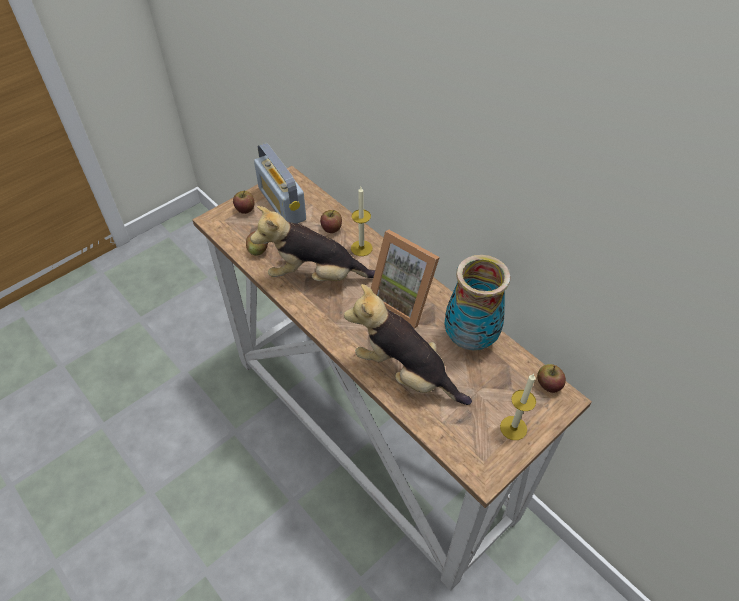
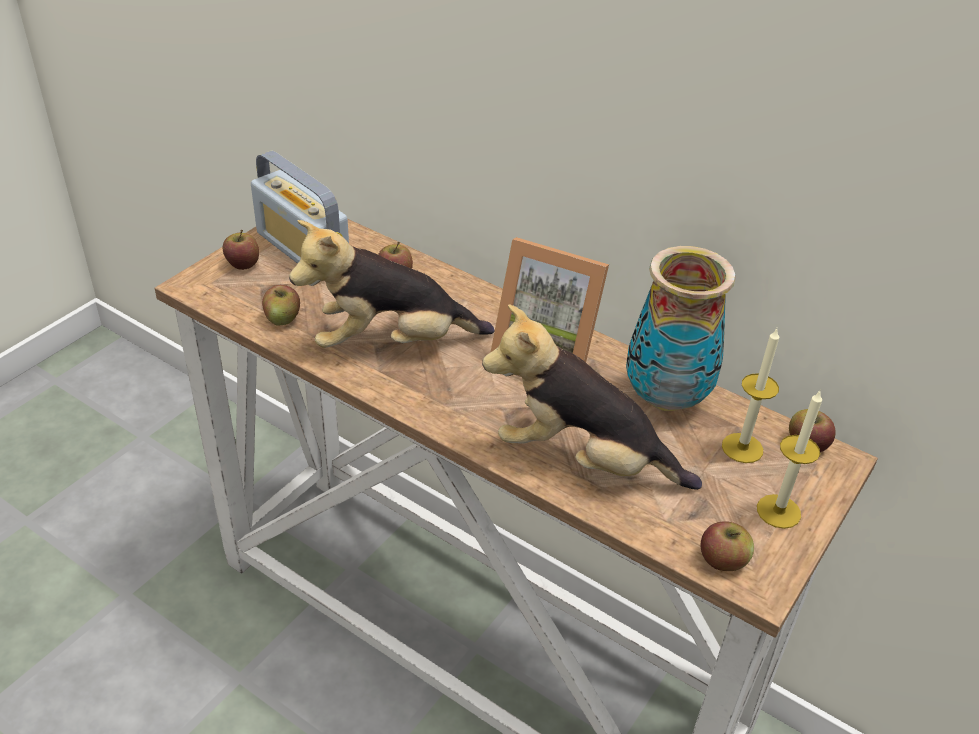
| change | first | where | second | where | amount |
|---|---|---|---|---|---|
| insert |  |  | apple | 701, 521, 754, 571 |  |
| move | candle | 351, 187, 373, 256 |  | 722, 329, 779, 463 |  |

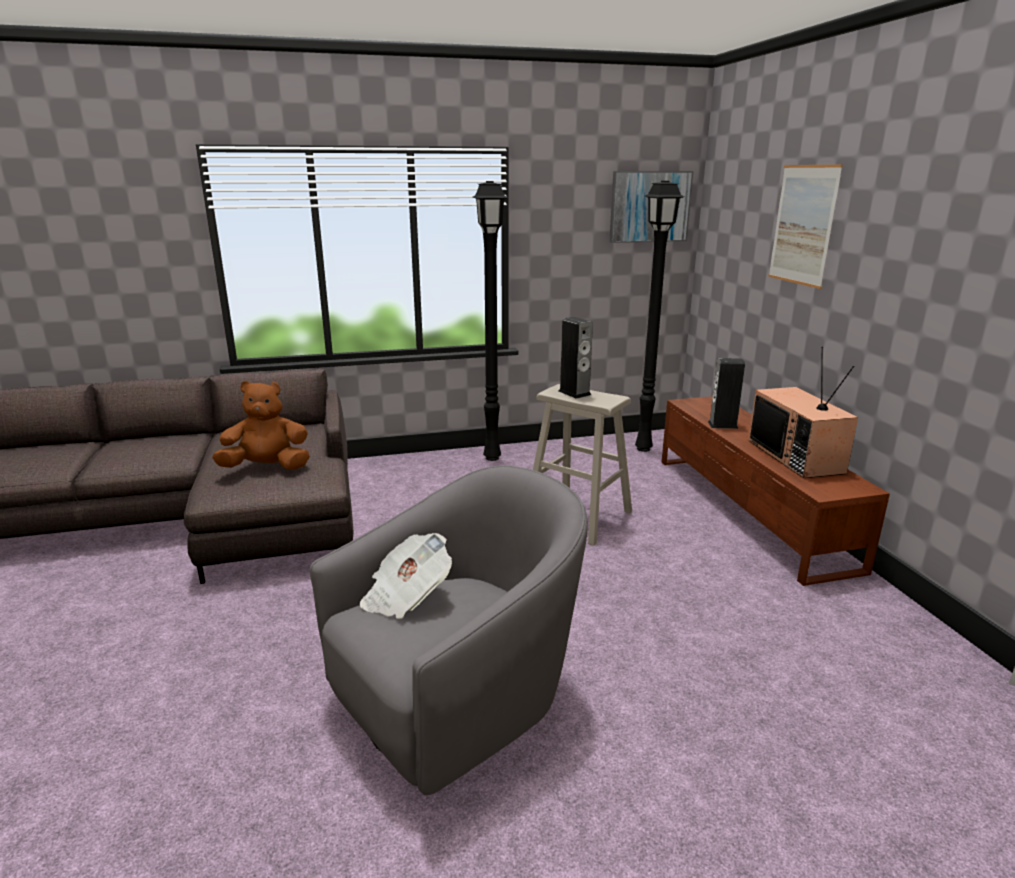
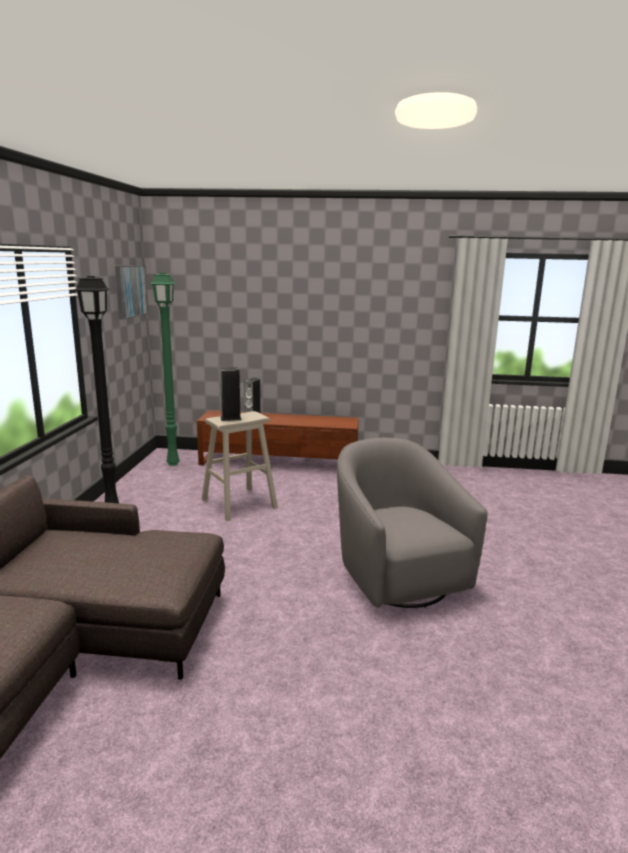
| change | first | where | second | where | amount |
|---|---|---|---|---|---|
| recolor | black floor lamp | 635, 181, 684, 452 | green floor lamp | 150, 273, 180, 466 |  |
| delete | brown plush toy | 212, 381, 310, 470 |  |  |  |
| delete | newspaper | 360, 533, 452, 619 |  |  |  |
| delete | television | 749, 346, 858, 478 |  |  |  |
| delete | picture | 768, 164, 843, 289 |  |  |  |

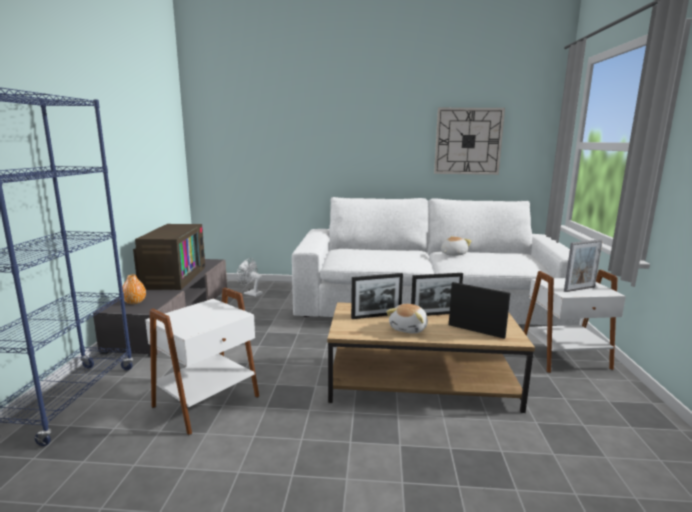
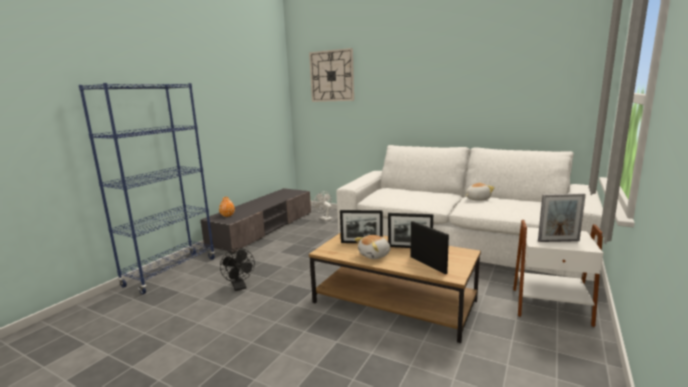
| change | first | where | second | where | amount |
|---|---|---|---|---|---|
| replace | white side table | 145, 288, 259, 435 | black fan | 220, 248, 255, 291 |  |
| move | wall clock | 434, 108, 505, 175 |  | 309, 48, 354, 102 |  |
| delete | television | 133, 224, 205, 290 |  |  |  |

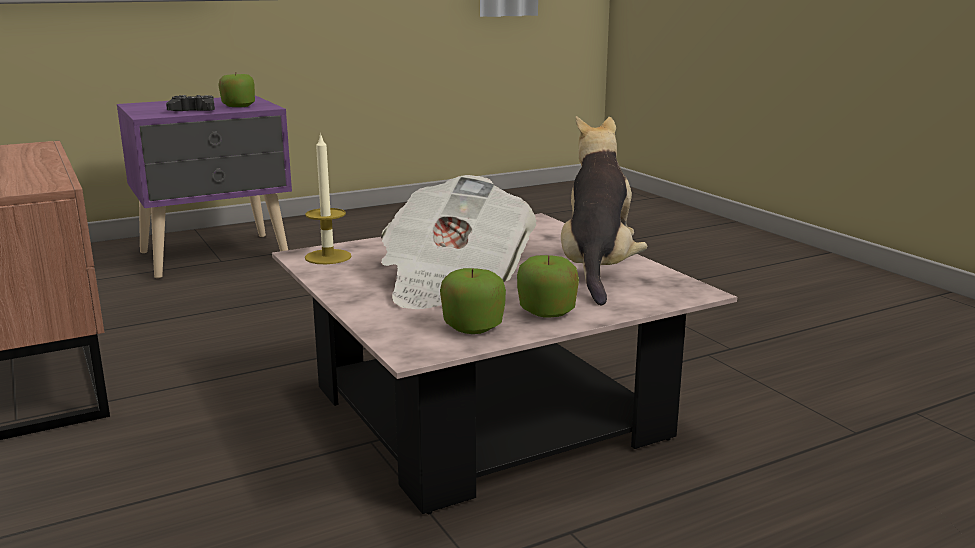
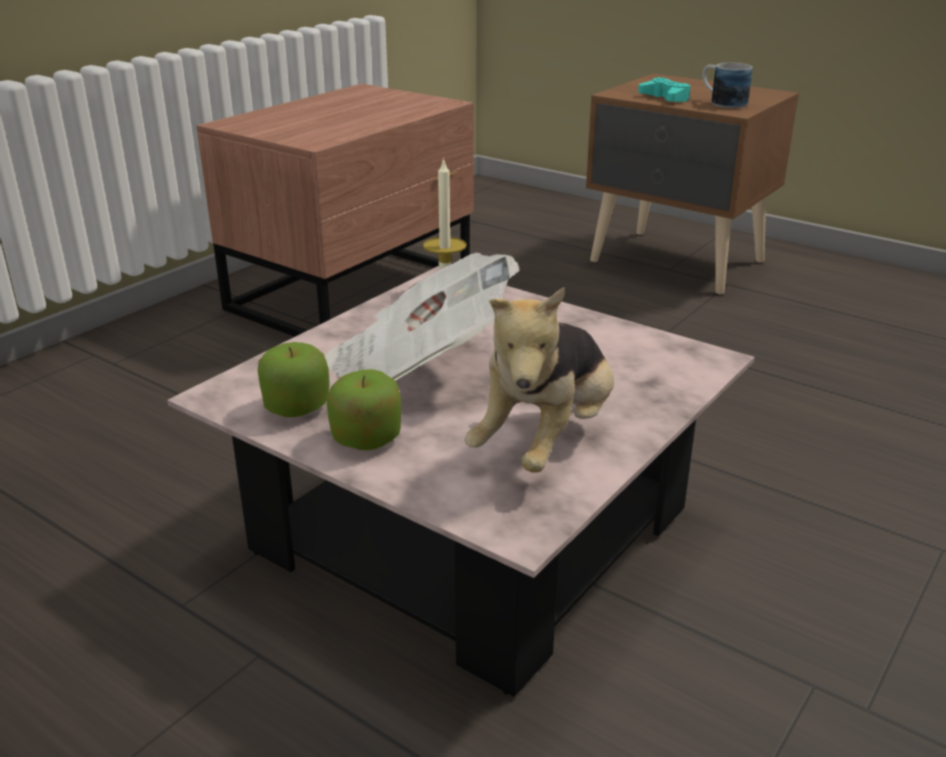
| change | first | where | second | where | amount |
|---|---|---|---|---|---|
| rotate | plush toy | 561, 116, 647, 306 |  | 464, 287, 614, 473 | 135 degrees clockwise |
| recolor | purple nightstand | 117, 95, 292, 278 | brown nightstand | 586, 73, 799, 294 |  |
| recolor | black game controller | 166, 95, 215, 111 | turquoise game controller | 638, 77, 690, 102 |  |
| replace | apple | 218, 73, 255, 107 | mug | 703, 63, 752, 108 |  |

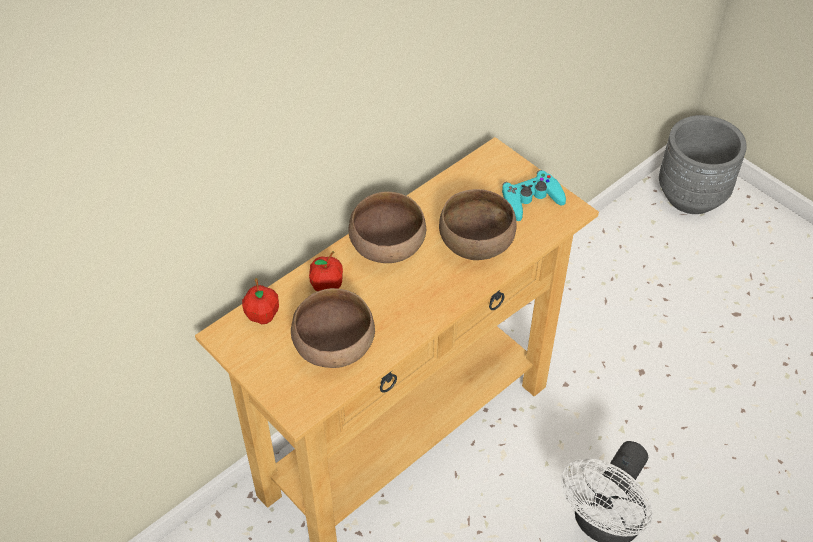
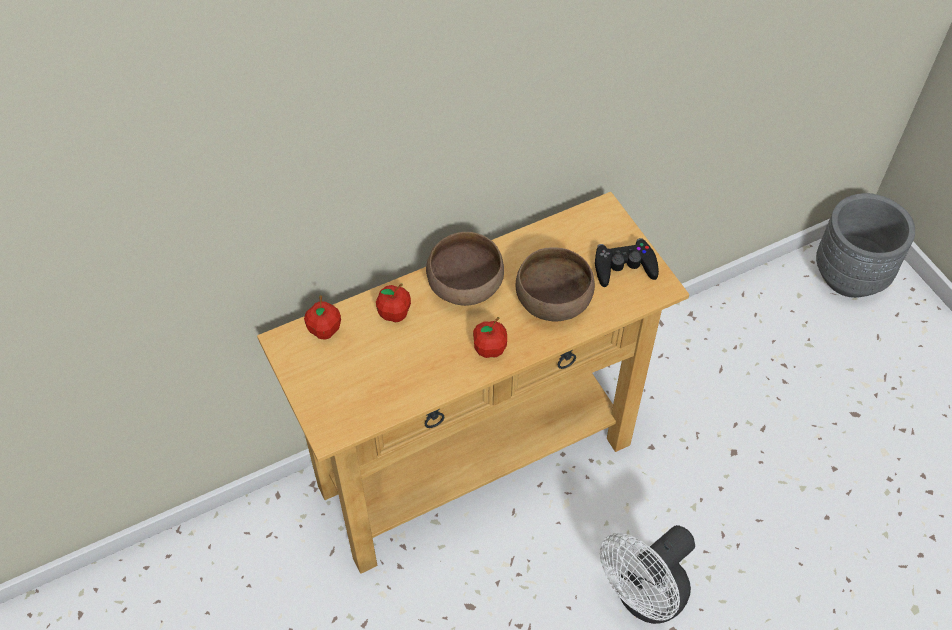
| change | first | where | second | where | amount |
|---|---|---|---|---|---|
| insert |  |  | apple | 473, 317, 507, 358 |  |
| recolor | turquoise game controller | 502, 170, 566, 221 | black game controller | 595, 238, 659, 287 |  |
| delete | brown bowl | 291, 288, 375, 368 |  |  |  |

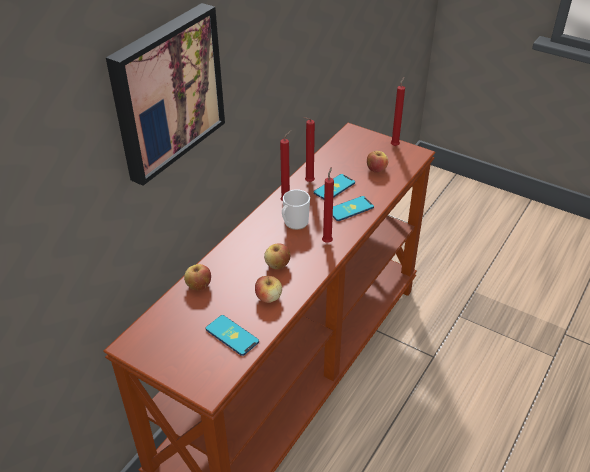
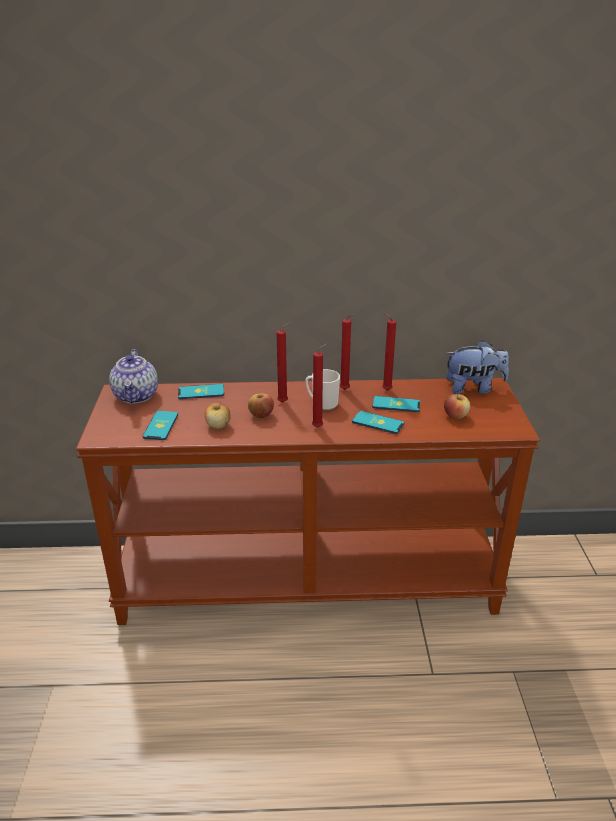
| change | first | where | second | where | amount |
|---|---|---|---|---|---|
| insert |  |  | teapot | 109, 349, 158, 403 |  |
| replace | apple | 184, 264, 211, 290 | phone | 178, 384, 224, 399 |  |
| move | red candle | 391, 77, 405, 146 |  | 276, 322, 291, 403 |  |
| insert |  |  | plush toy | 445, 340, 509, 394 |  |
| delete | picture | 106, 3, 225, 186 |  |  |  |

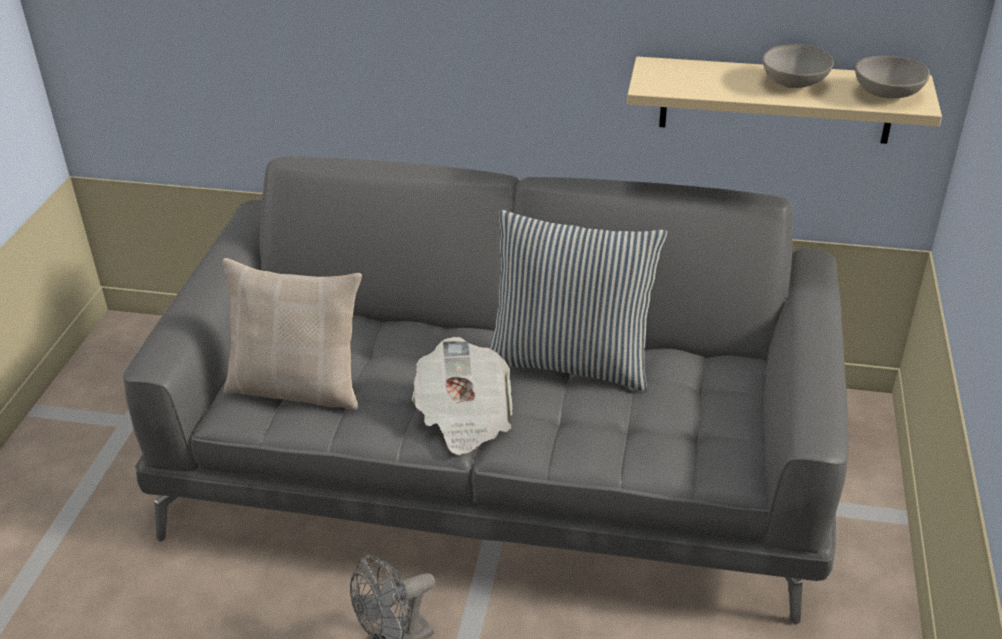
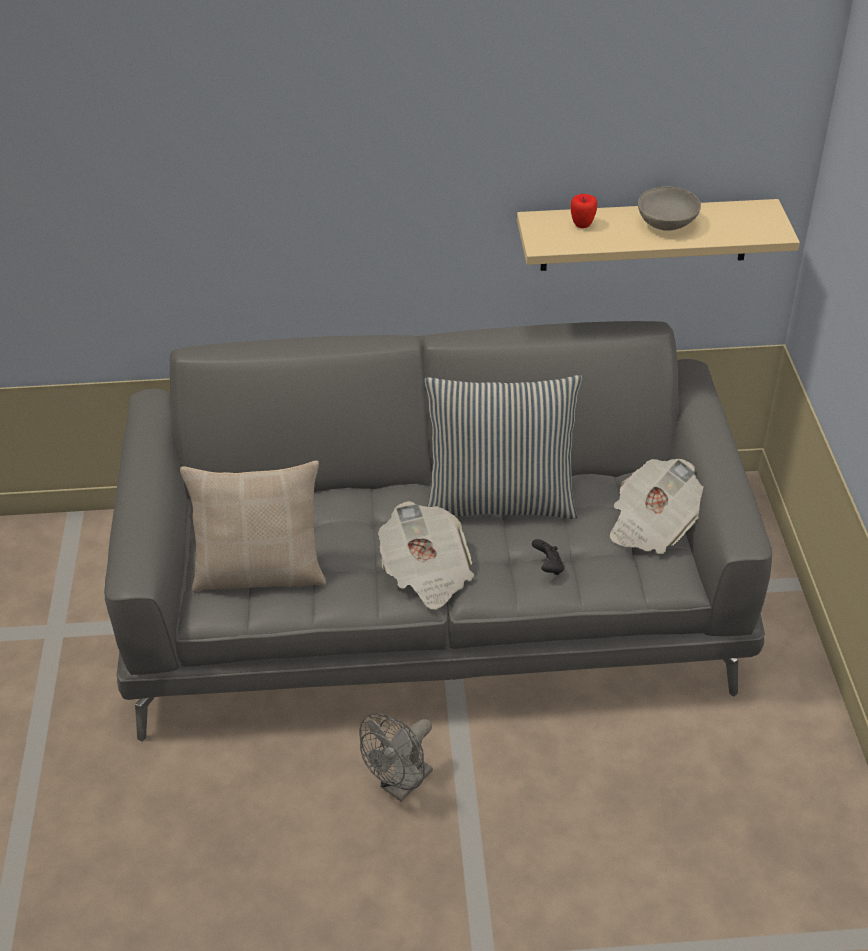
| change | first | where | second | where | amount |
|---|---|---|---|---|---|
| insert |  |  | black game controller | 532, 539, 564, 575 |  |
| insert |  |  | apple | 571, 194, 597, 228 |  |
| insert |  |  | newspaper | 610, 459, 703, 554 |  |
| delete | grey bowl | 855, 56, 930, 98 |  |  |  |

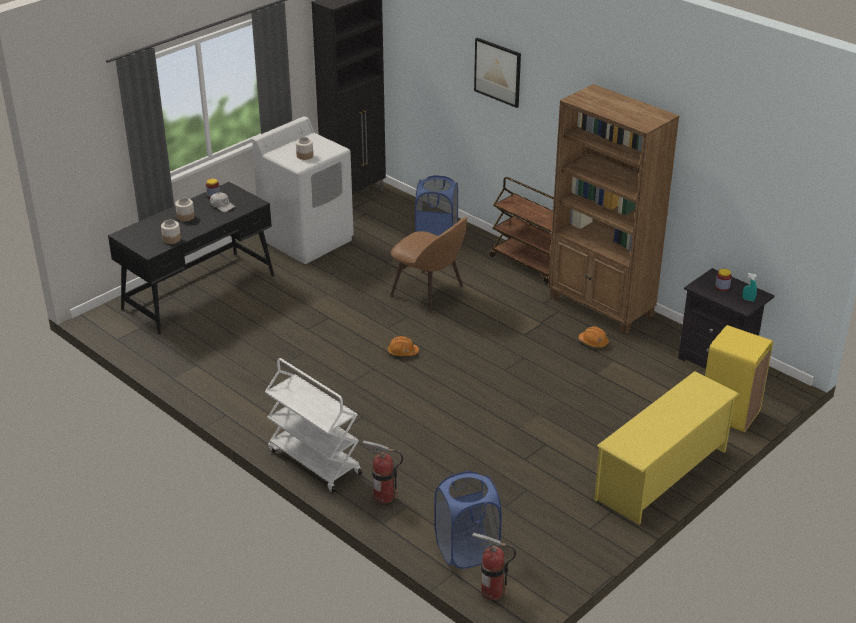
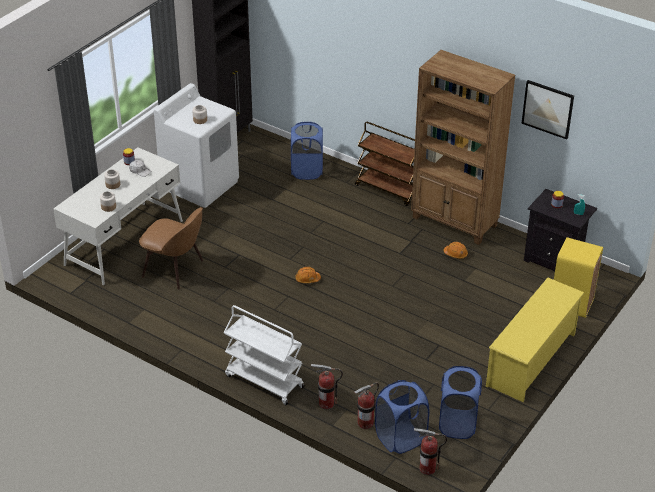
| change | first | where | second | where | amount |
|---|---|---|---|---|---|
| recolor | black desk | 108, 182, 274, 334 | white desk | 53, 148, 183, 285 |  |
| move | brown chair | 390, 217, 468, 312 |  | 139, 207, 203, 289 |  |
| insert |  |  | fire extinguisher | 355, 382, 379, 429 |  |
| insert |  |  | blue laundry basket | 439, 366, 482, 439 |  |
| move | picture | 474, 37, 521, 108 |  | 522, 80, 574, 140 |  |

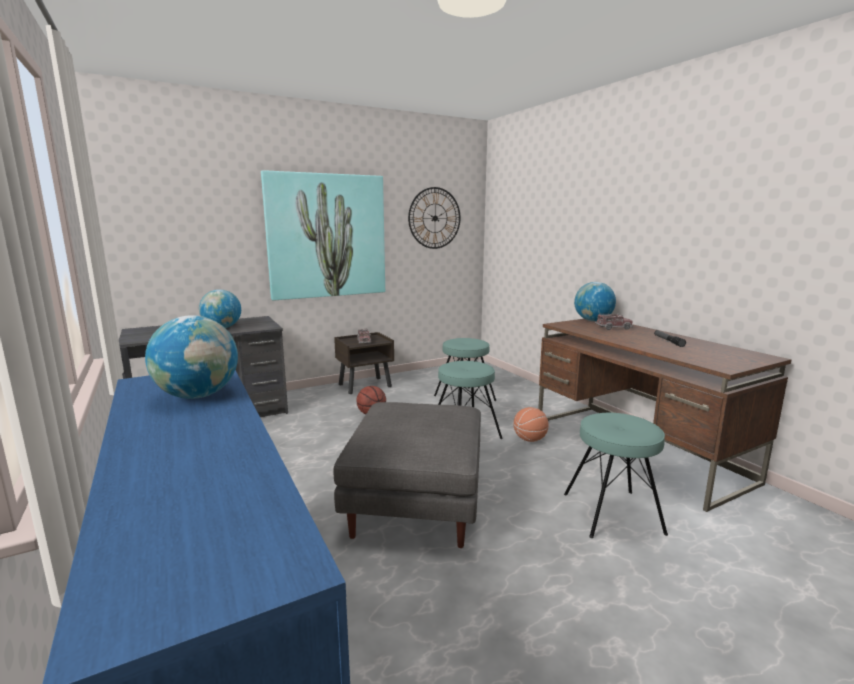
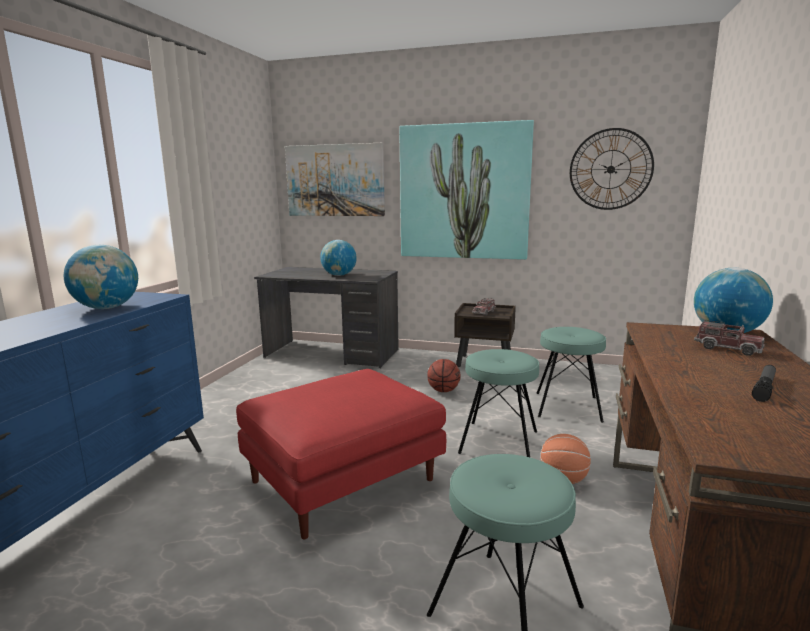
| change | first | where | second | where | amount |
|---|---|---|---|---|---|
| recolor | grey ottoman | 334, 402, 481, 548 | red ottoman | 236, 369, 446, 539 |  |
| insert |  |  | picture | 285, 143, 385, 216 |  |

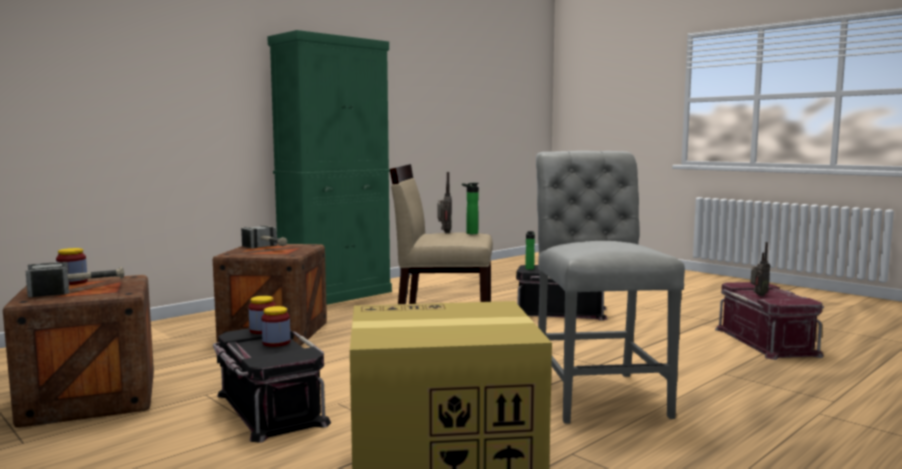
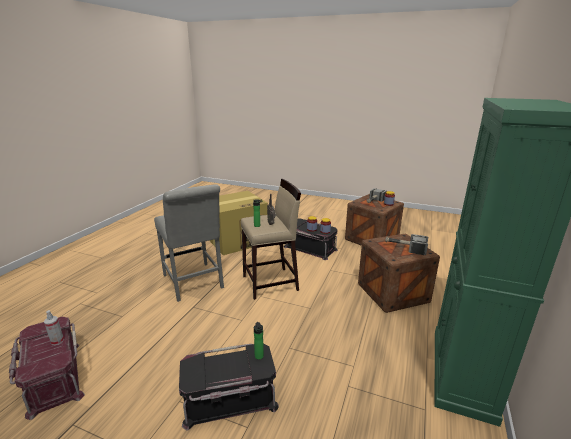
| change | first | where | second | where | amount |
|---|---|---|---|---|---|
| replace | radio | 751, 242, 770, 296 | spray bottle | 44, 310, 64, 345 |  |

